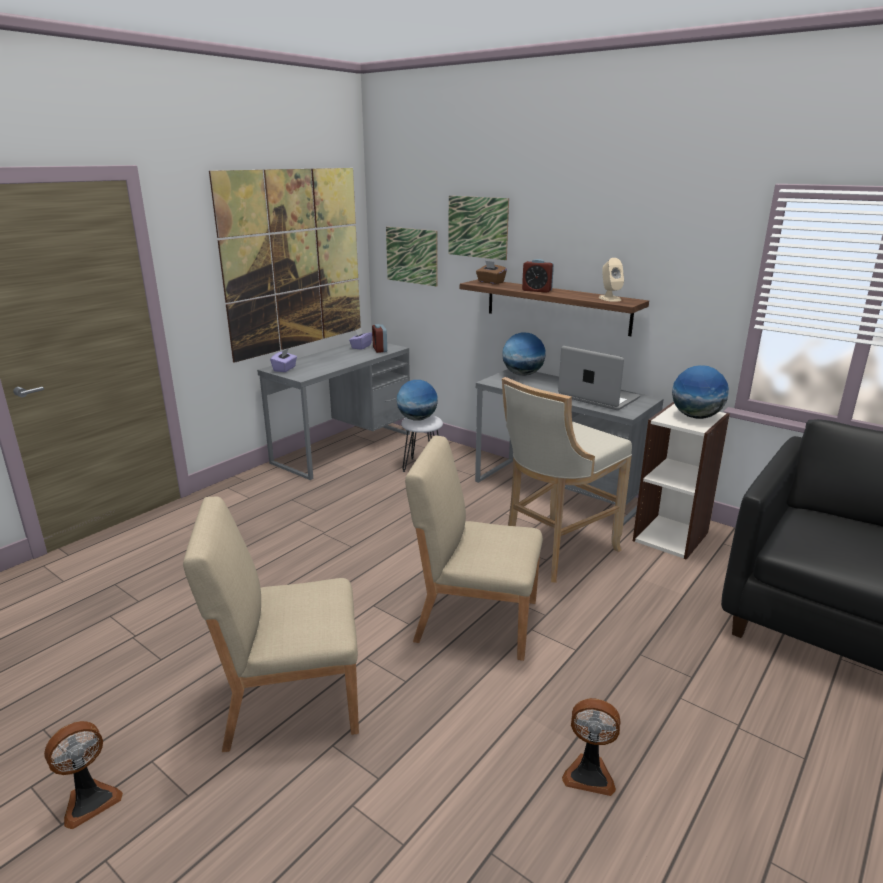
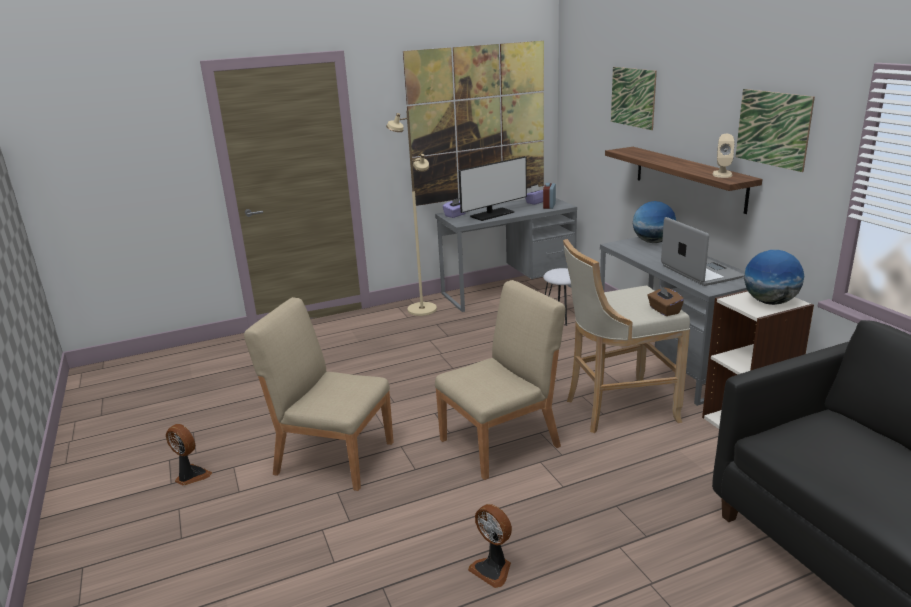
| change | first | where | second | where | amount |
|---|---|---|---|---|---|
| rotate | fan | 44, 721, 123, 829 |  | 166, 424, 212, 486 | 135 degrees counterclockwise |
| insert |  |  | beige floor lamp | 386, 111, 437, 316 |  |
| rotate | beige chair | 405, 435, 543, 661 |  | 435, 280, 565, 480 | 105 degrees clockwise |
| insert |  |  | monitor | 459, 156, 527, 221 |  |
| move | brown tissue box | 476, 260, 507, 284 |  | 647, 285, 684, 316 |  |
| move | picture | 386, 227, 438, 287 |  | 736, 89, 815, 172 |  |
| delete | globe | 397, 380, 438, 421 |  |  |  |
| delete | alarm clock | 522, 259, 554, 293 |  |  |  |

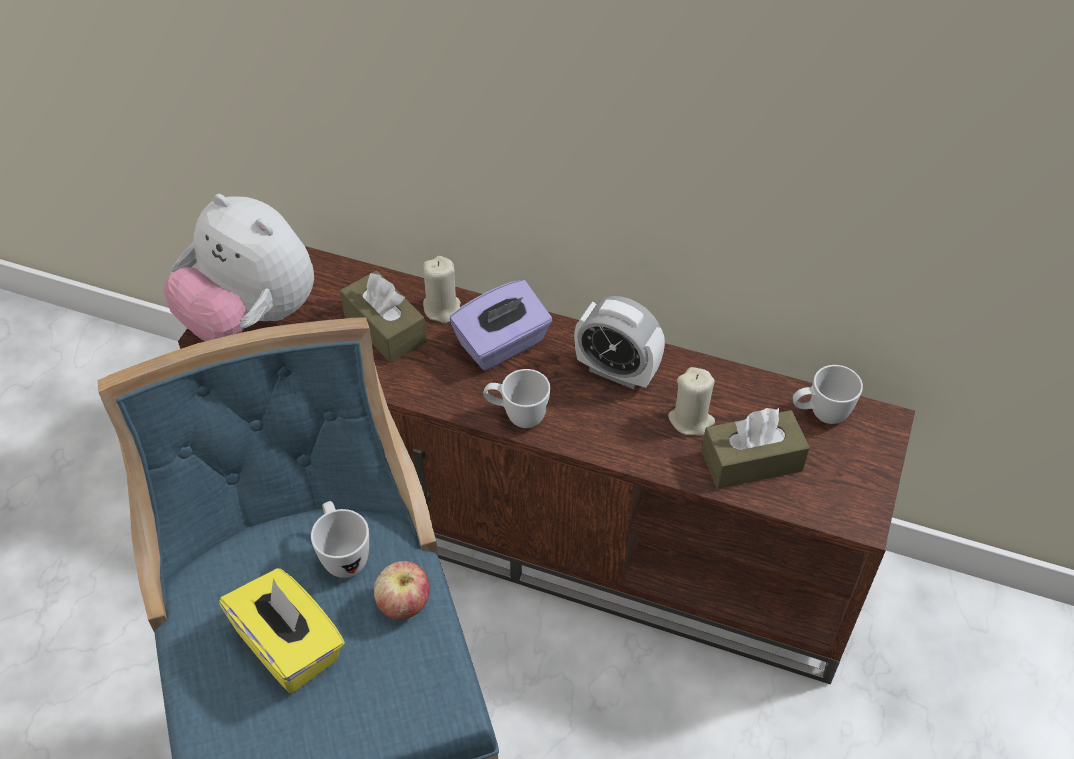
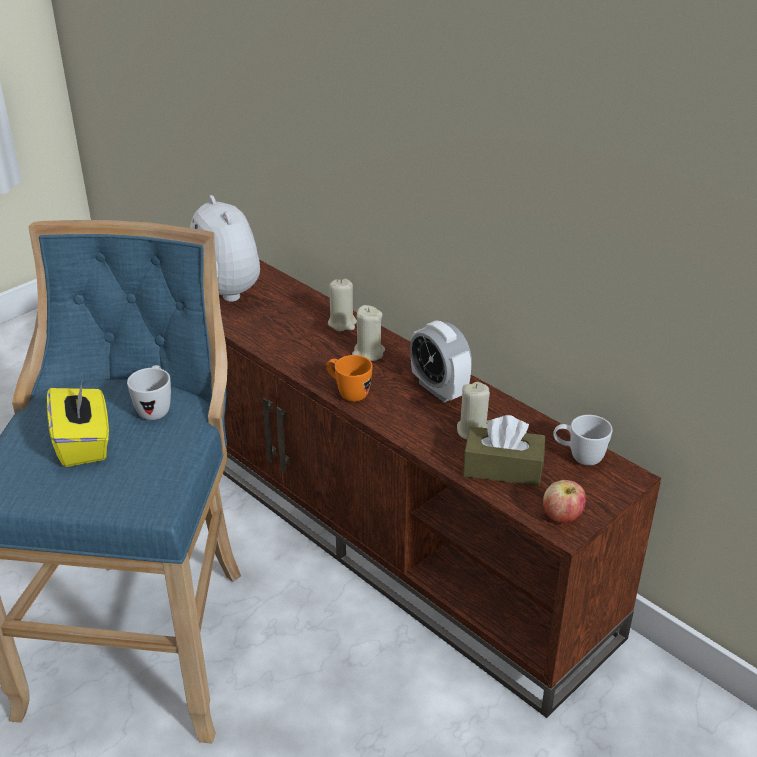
| change | first | where | second | where | amount |
|---|---|---|---|---|---|
| recolor | white mug | 484, 369, 550, 428 | orange mug | 326, 355, 373, 402 |  |
| replace | purple tissue box | 450, 280, 552, 371 | beige candle | 352, 305, 385, 361 |  |
| move | apple | 374, 561, 430, 620 |  | 543, 480, 586, 523 |  |
| delete | brown tissue box | 340, 270, 427, 363 |  |  |  |

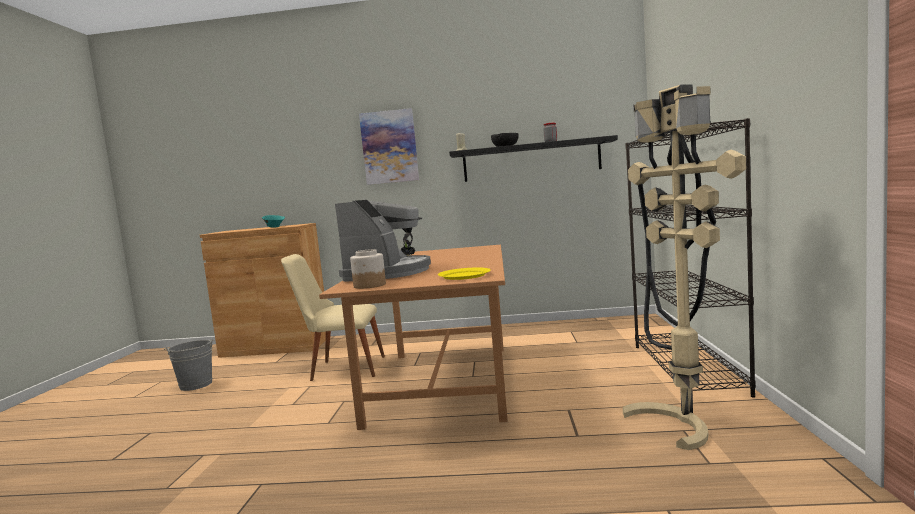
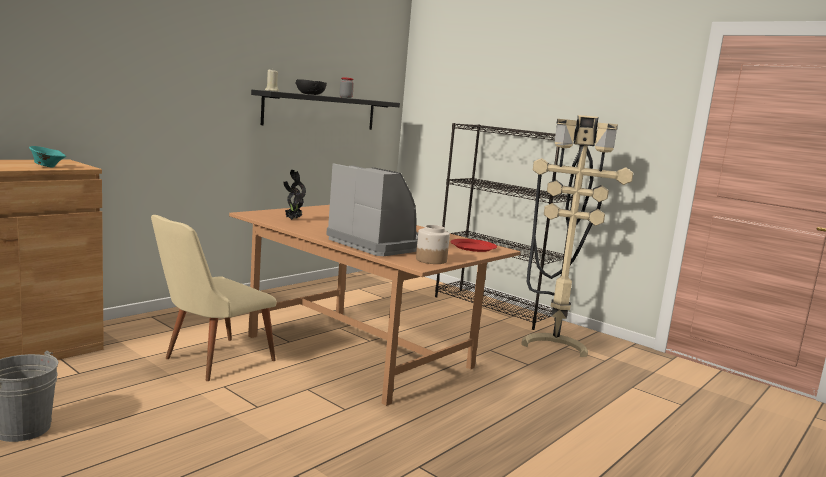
| change | first | where | second | where | amount |
|---|---|---|---|---|---|
| recolor | yellow plate | 438, 267, 491, 280 | red plate | 450, 239, 497, 252 |  |
| delete | picture | 359, 108, 419, 185 |  |  |  |

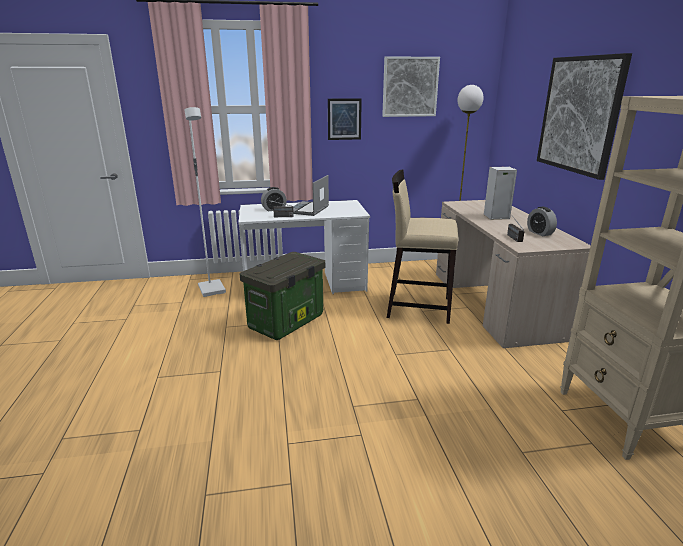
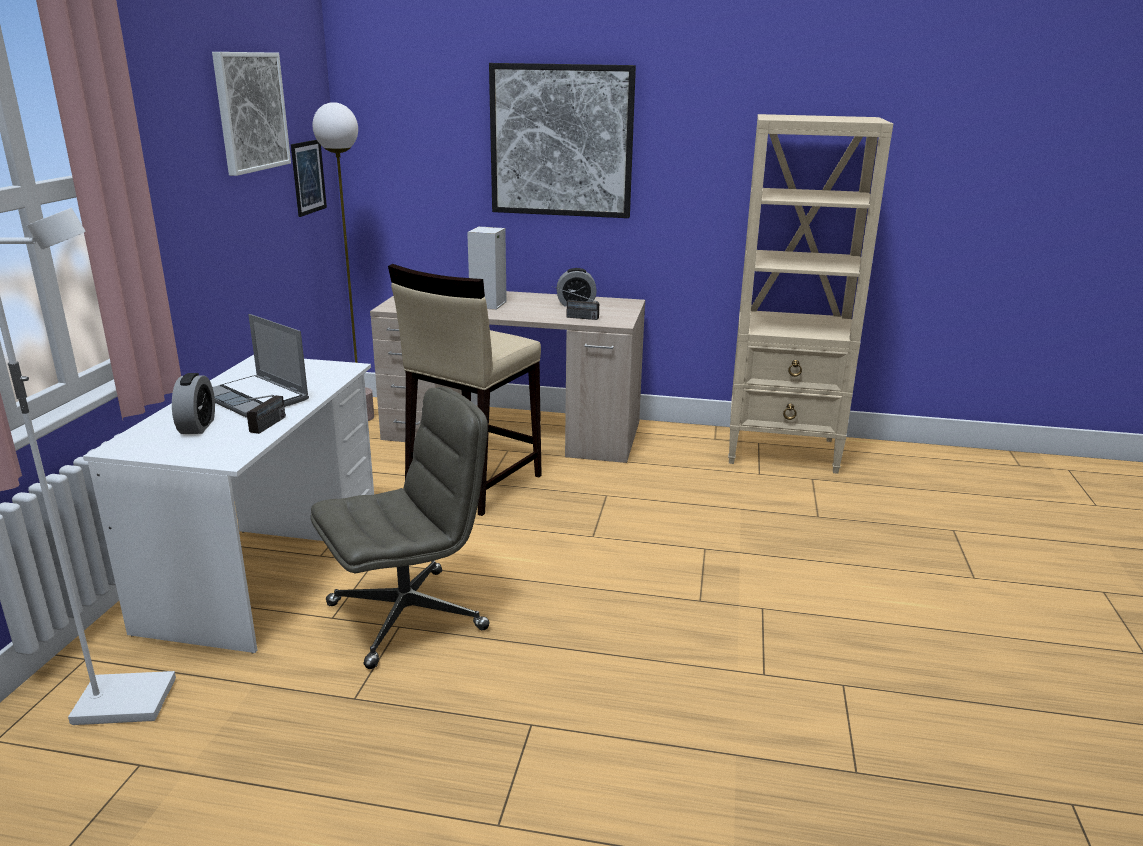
| change | first | where | second | where | amount |
|---|---|---|---|---|---|
| move | picture | 328, 98, 362, 140 |  | 291, 140, 327, 217 |  |
| replace | storage box | 239, 252, 325, 340 | grey office chair | 311, 387, 489, 669 |  |

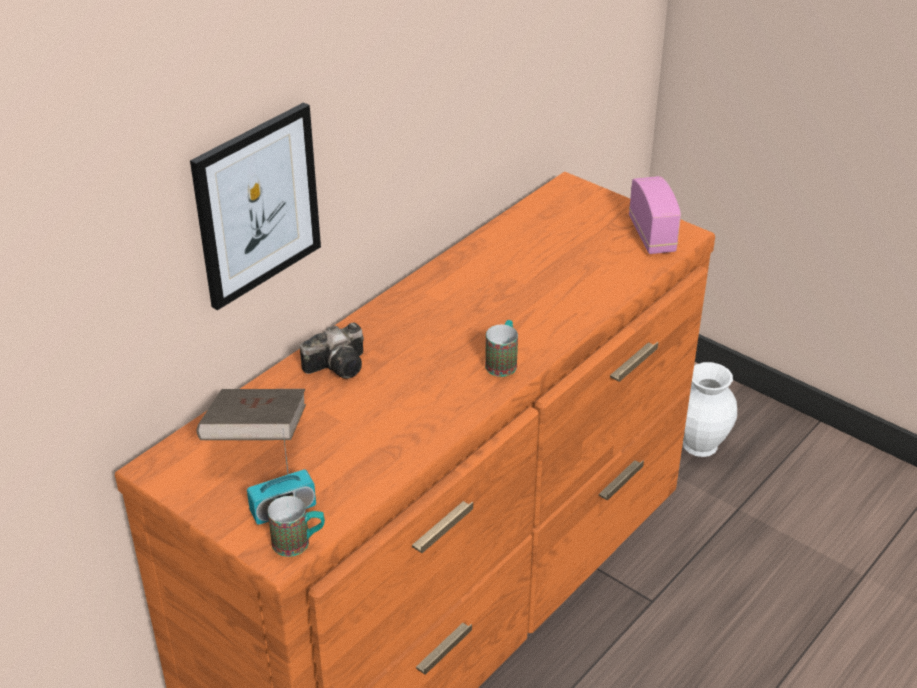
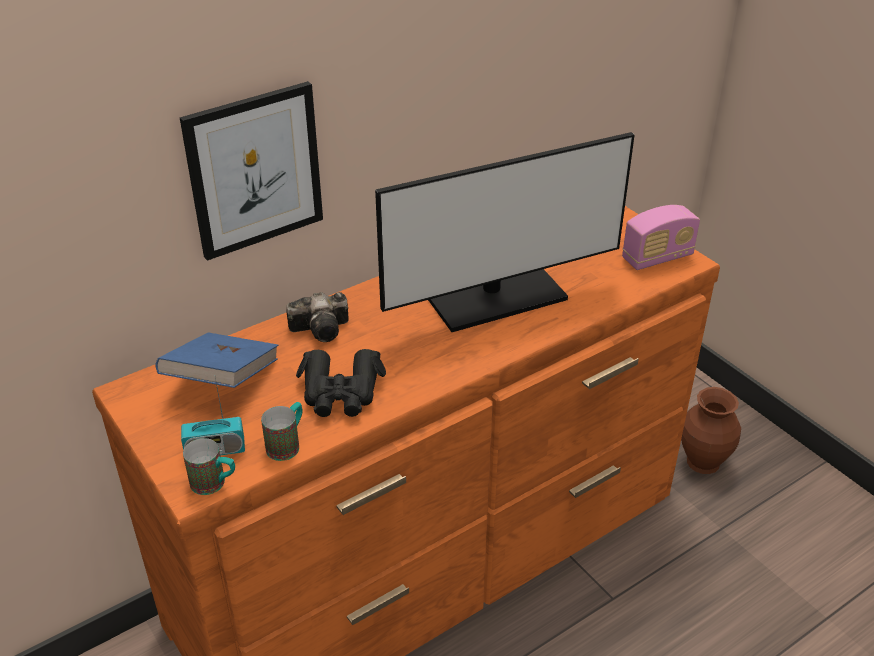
| change | first | where | second | where | amount |
|---|---|---|---|---|---|
| recolor | brown book | 197, 389, 306, 440 | blue book | 156, 332, 278, 388 |  |
| move | mug | 485, 320, 518, 377 |  | 261, 402, 303, 461 |  |
| insert |  |  | black binoculars | 296, 349, 386, 417 |  |
| insert |  |  | monitor | 375, 132, 635, 332 |  |
| rotate | radio | 629, 176, 681, 254 |  | 622, 205, 700, 270 | 60 degrees clockwise |
| recolor | white vase | 683, 362, 737, 457 | brown vase | 681, 387, 741, 474 |  |

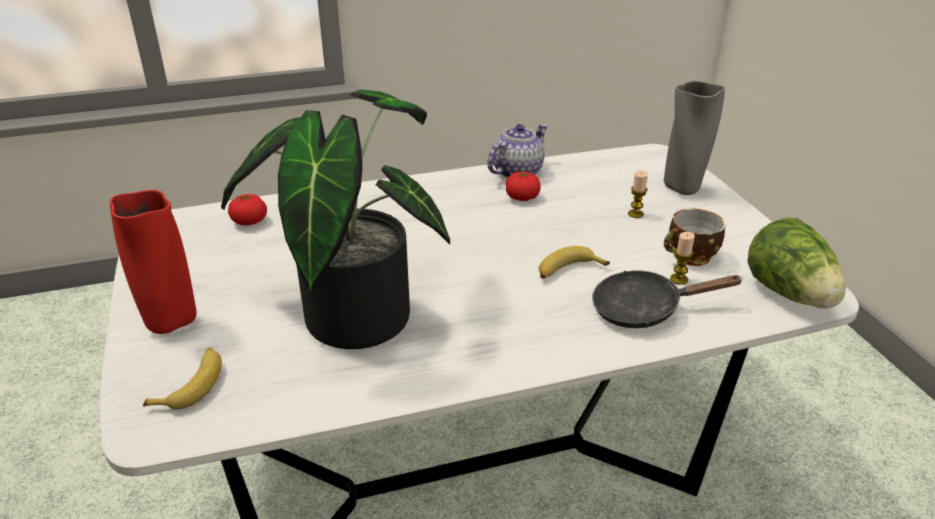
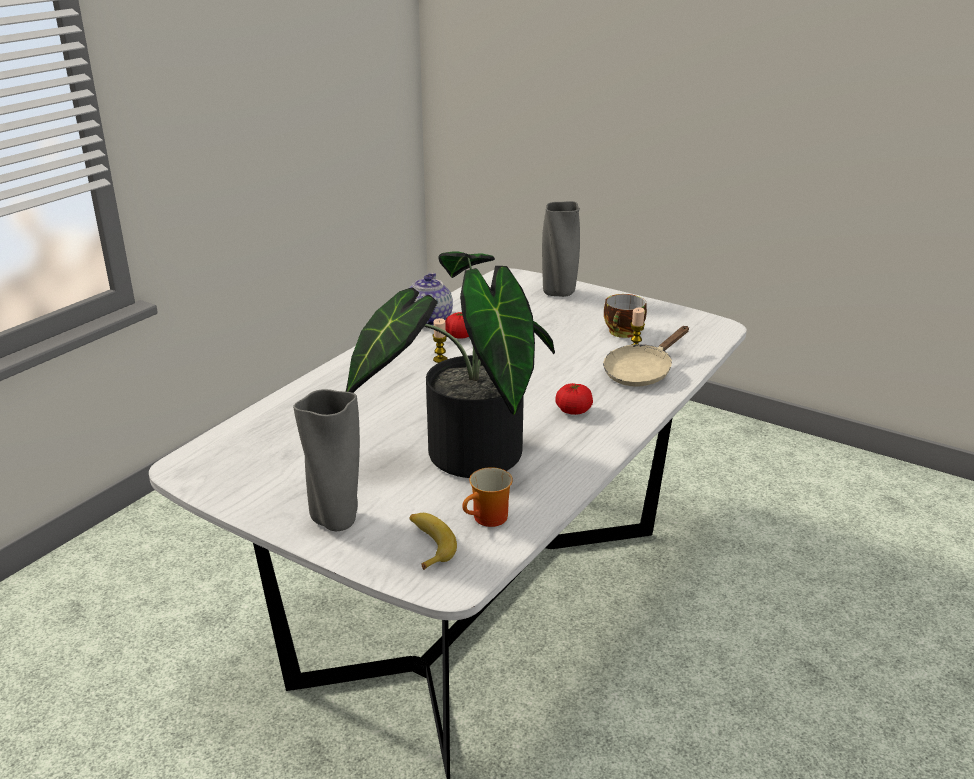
| change | first | where | second | where | amount |
|---|---|---|---|---|---|
| recolor | red vase | 110, 190, 197, 334 | grey vase | 293, 389, 360, 531 |  |
| move | candle | 628, 170, 648, 218 |  | 432, 318, 447, 363 |  |
| insert |  |  | mug | 462, 467, 513, 527 |  |
| move | tomato | 228, 194, 267, 226 |  | 555, 383, 593, 415 |  |
| recolor | black frying pan | 592, 271, 743, 328 | beige frying pan | 603, 326, 689, 387 |  |
| delete | banana | 539, 246, 610, 279 |  |  |  |
| delete | lettuce | 747, 217, 846, 308 |  |  |  |

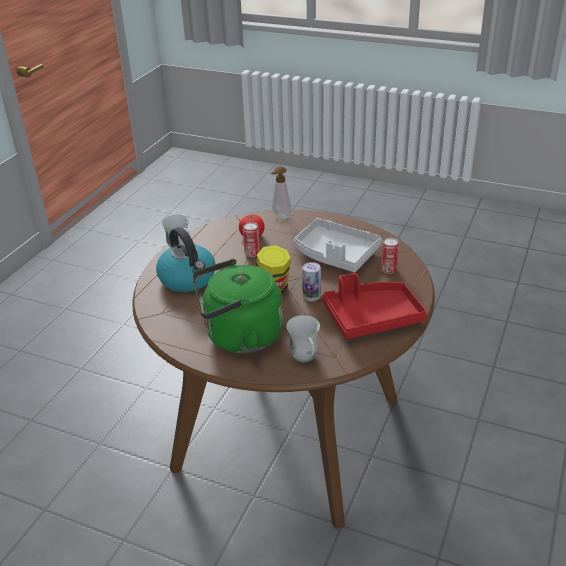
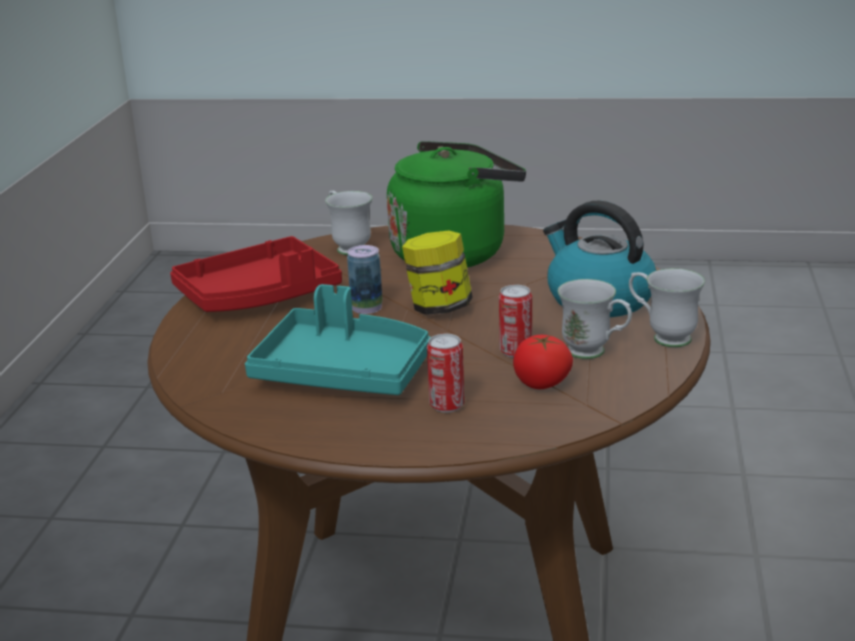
| change | first | where | second | where | amount |
|---|---|---|---|---|---|
| recolor | grey tray | 294, 218, 382, 272 | turquoise tray | 245, 284, 431, 395 |  |
| move | can | 381, 238, 399, 274 |  | 427, 334, 465, 413 |  |
| insert |  |  | white mug | 558, 279, 632, 359 |  |
| delete | soap dispenser | 270, 166, 291, 219 |  |  |  |

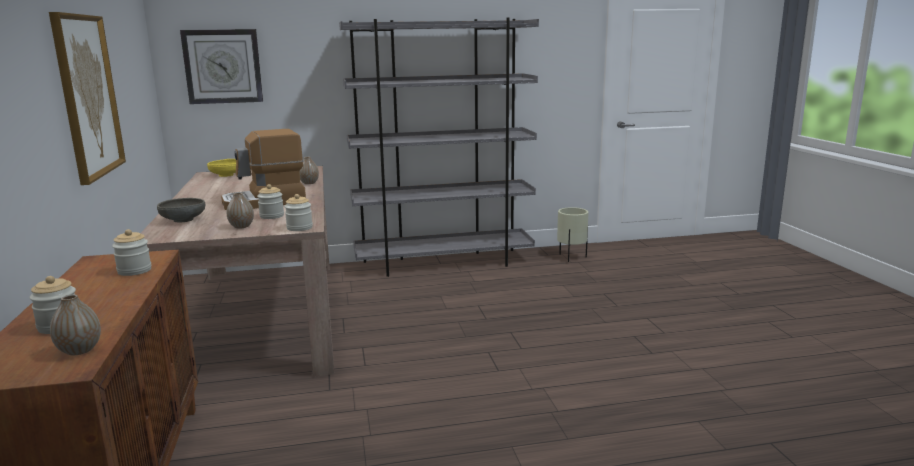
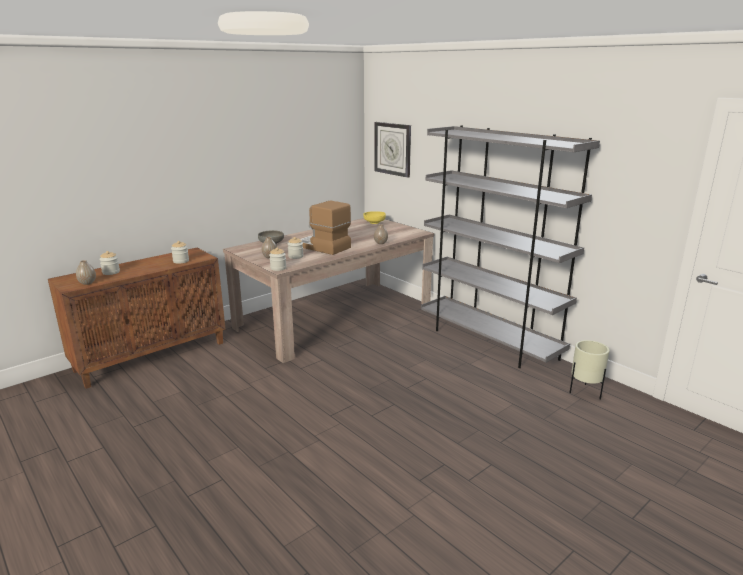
| change | first | where | second | where | amount |
|---|---|---|---|---|---|
| delete | picture | 49, 12, 126, 185 |  |  |  |

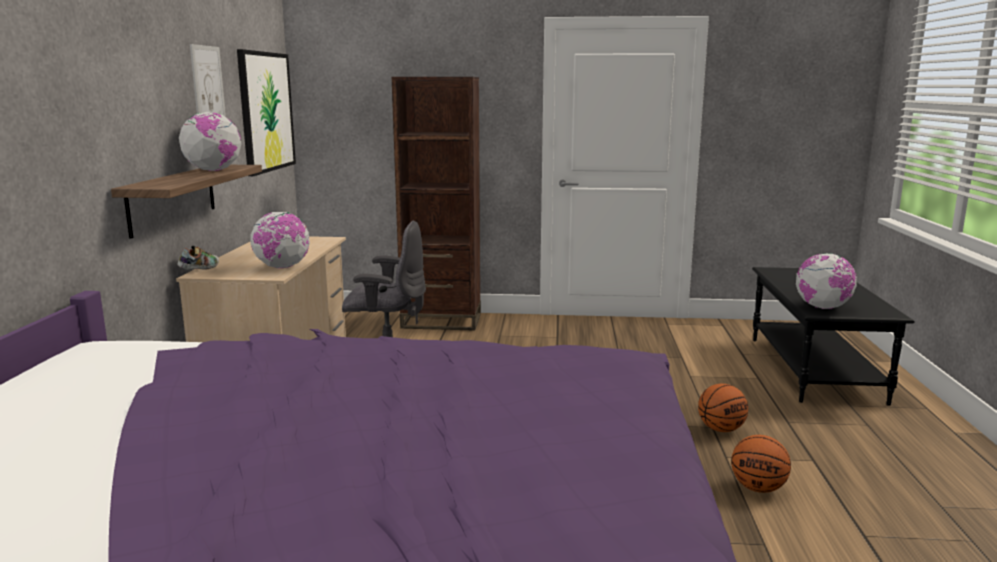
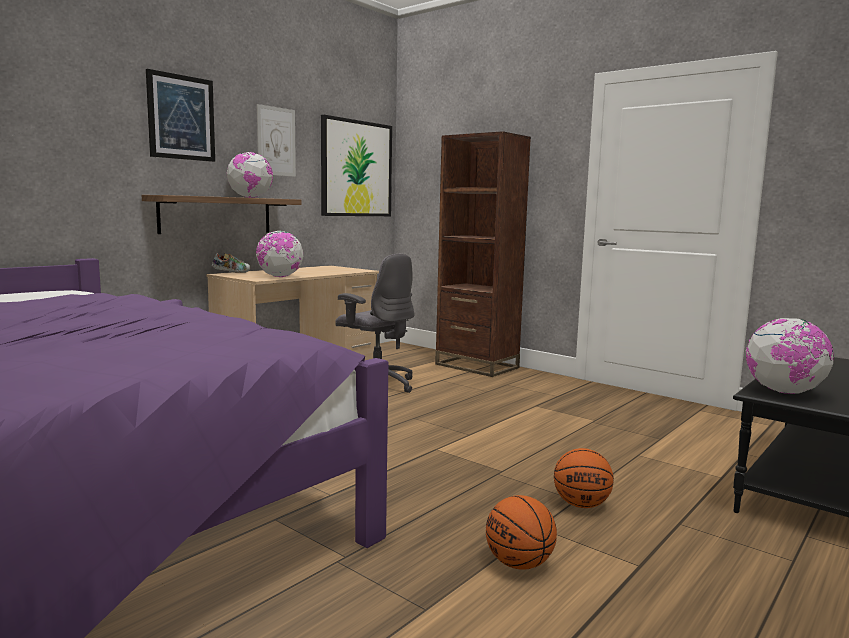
| change | first | where | second | where | amount |
|---|---|---|---|---|---|
| insert |  |  | picture | 146, 69, 215, 162 |  |

